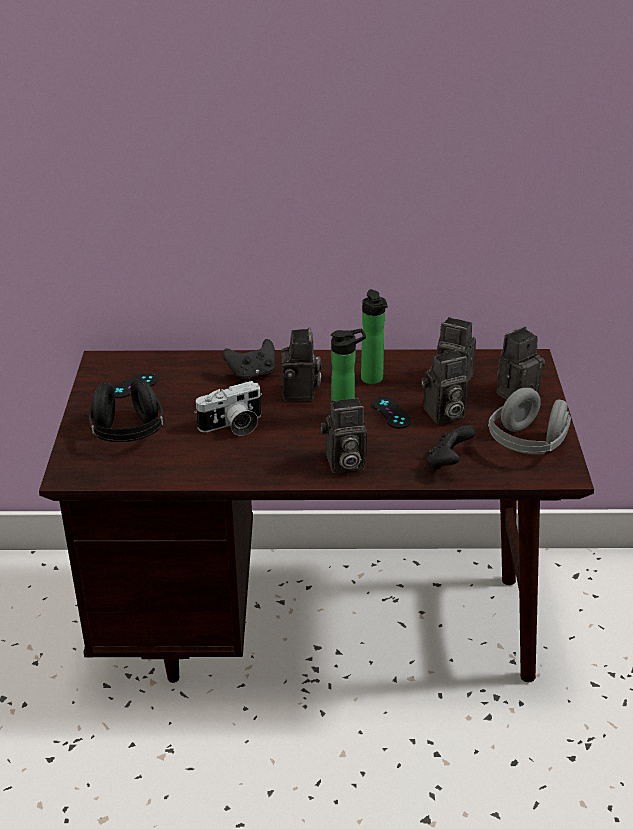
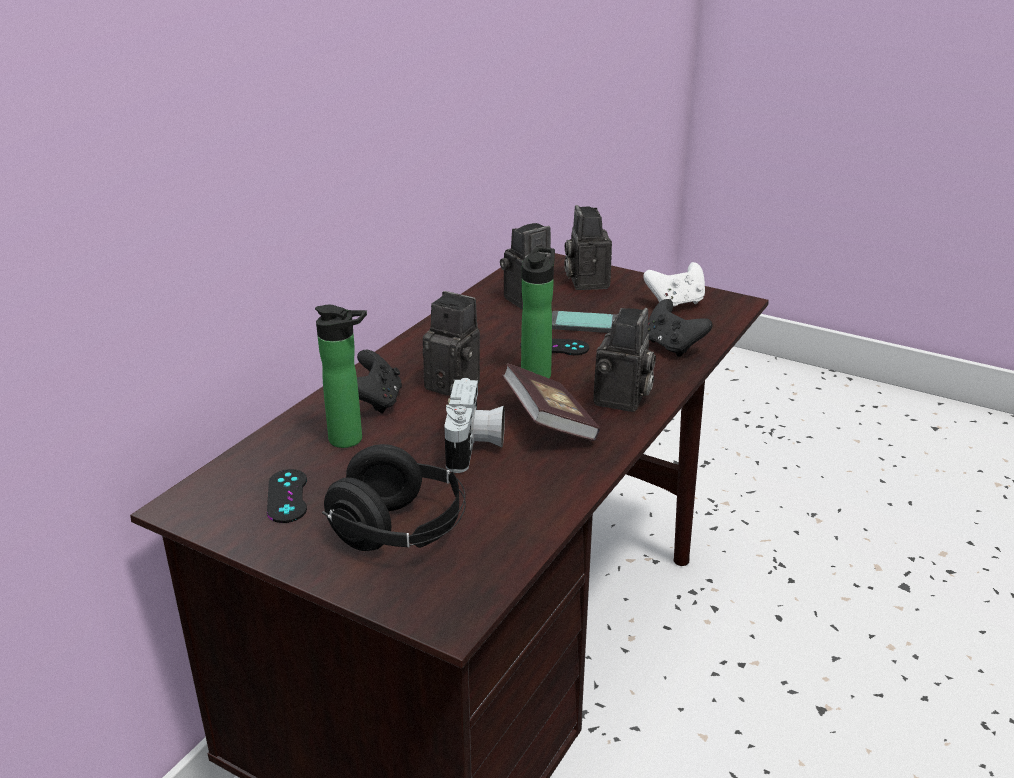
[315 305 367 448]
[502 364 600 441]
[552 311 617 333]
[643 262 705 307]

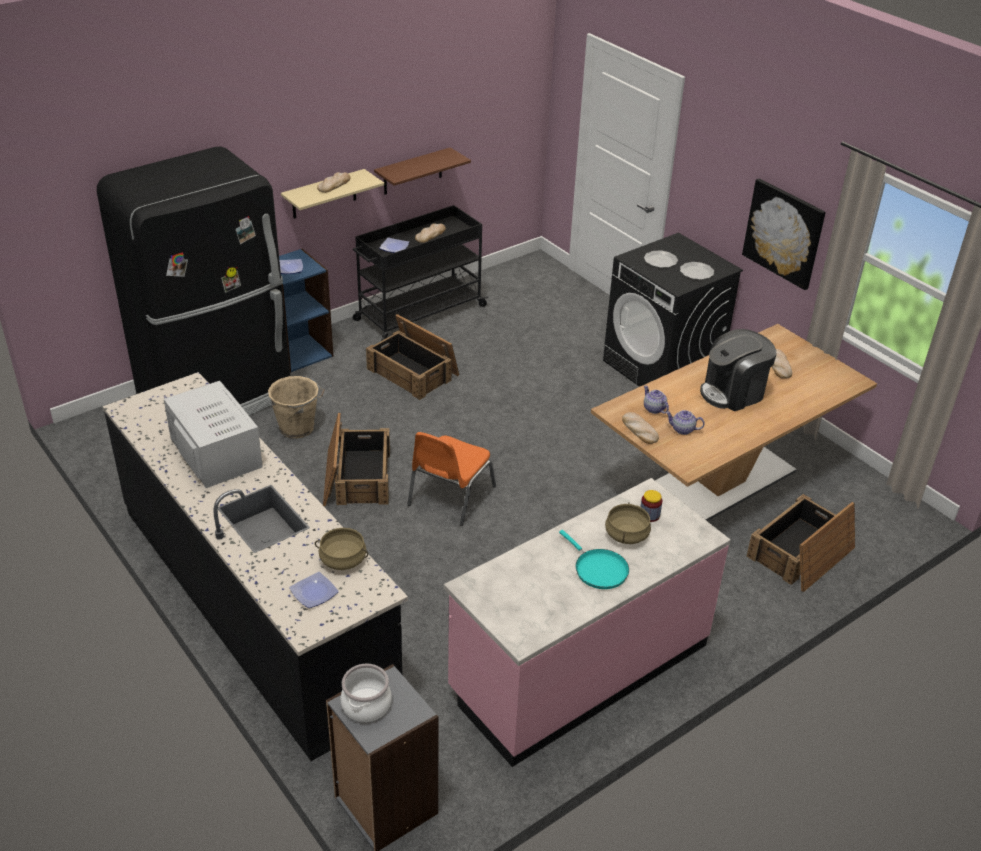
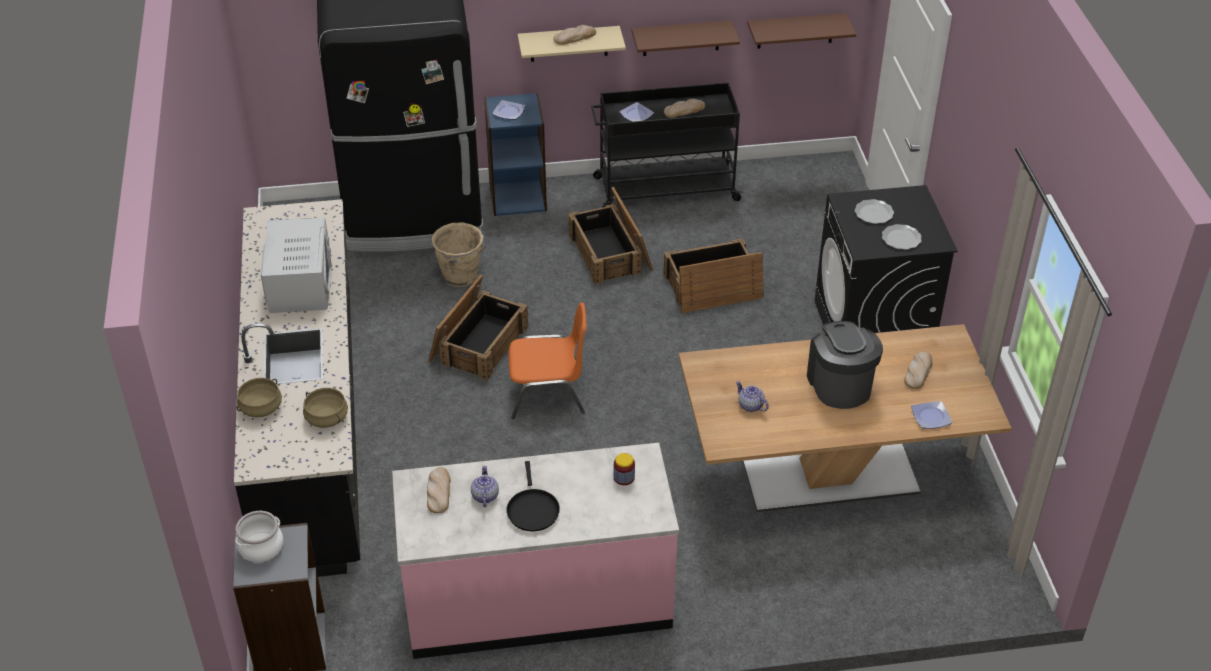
[237 378 282 417]
[427 467 451 513]
[471 466 499 507]
[506 461 560 531]
[509 302 586 419]
[664 238 764 313]
[747 13 856 49]
[807 321 883 409]
[911 401 952 429]
[742 179 826 290] (first image)

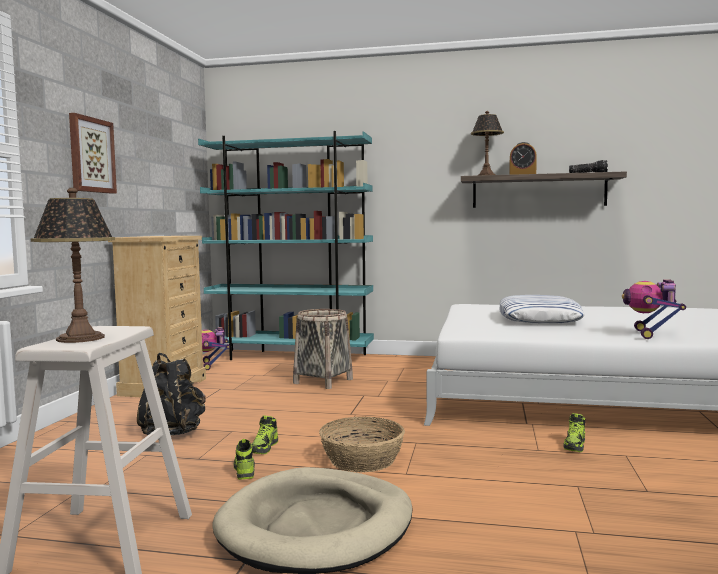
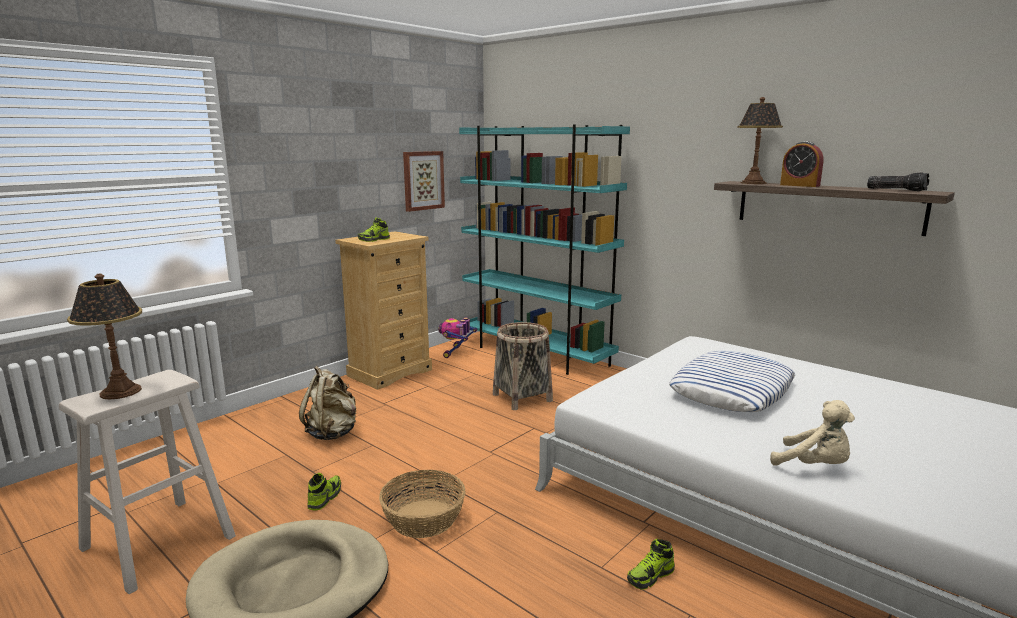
[299 366 356 440]
[358 218 390 242]
[403 151 445 212]
[770 400 855 466]

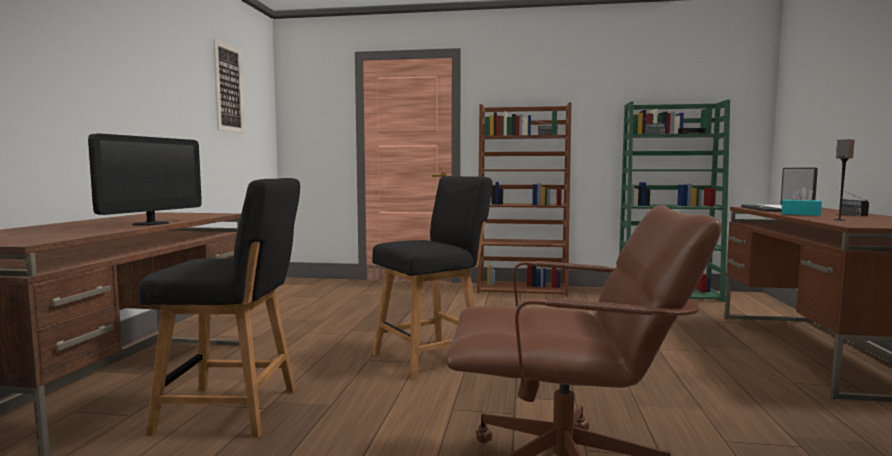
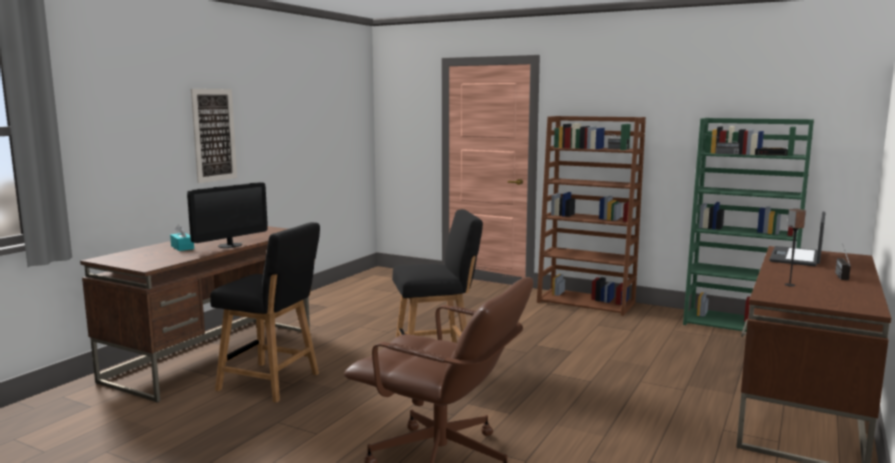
[170 224 194 251]
[191 89 237 183]

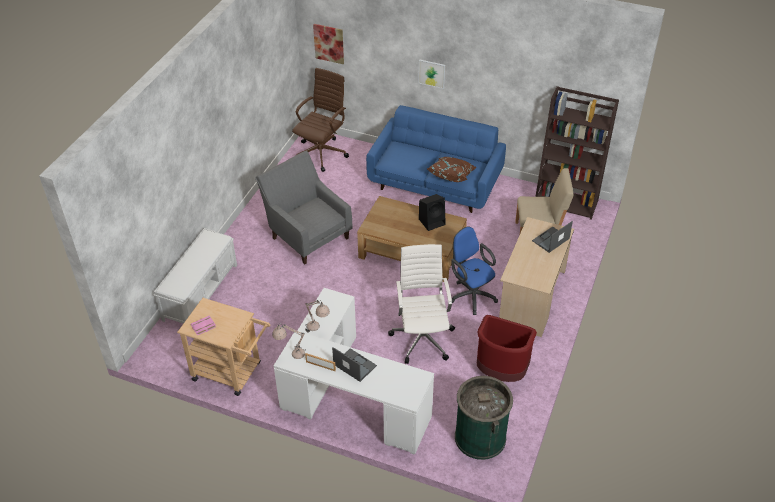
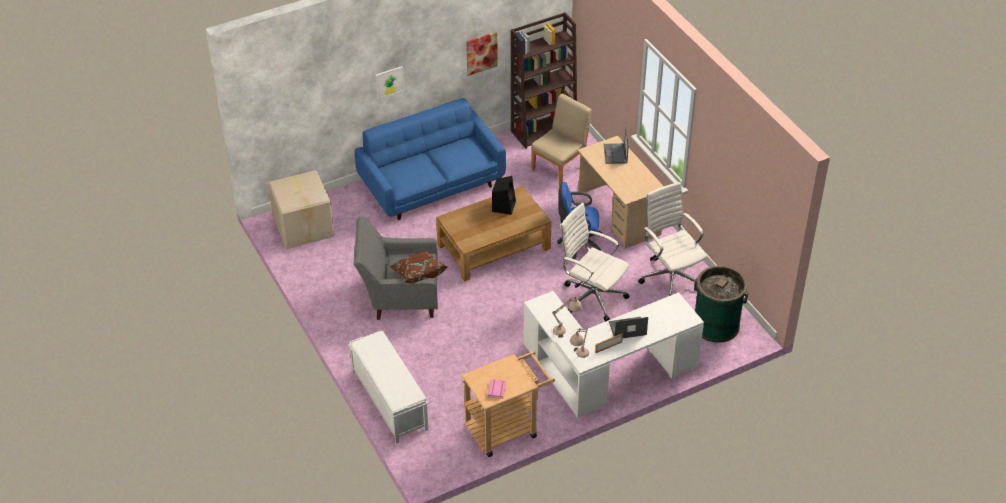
[268 170 334 249]
[390 252 449 284]
[466 32 498 76]
[638 182 707 296]

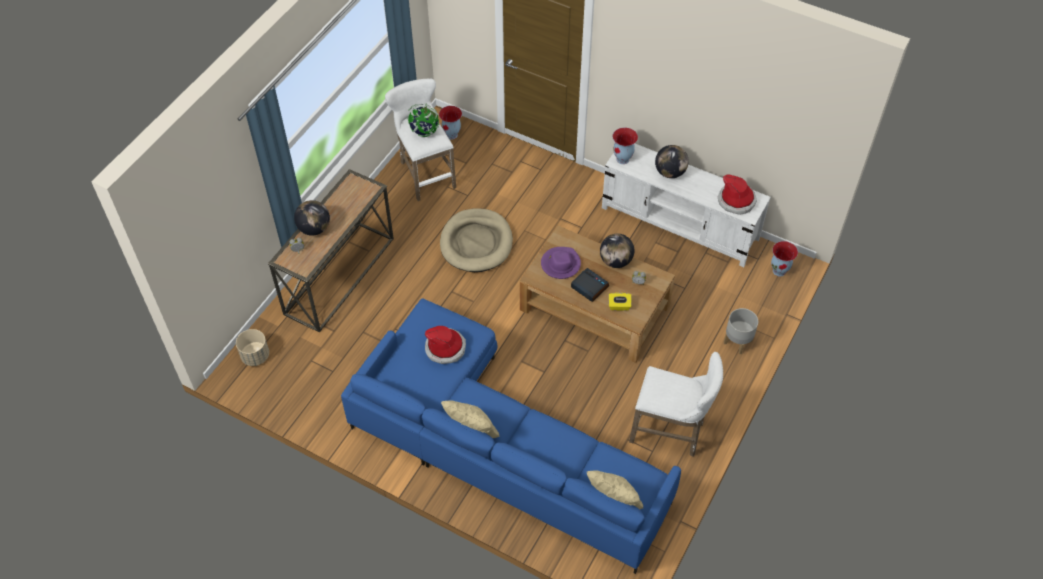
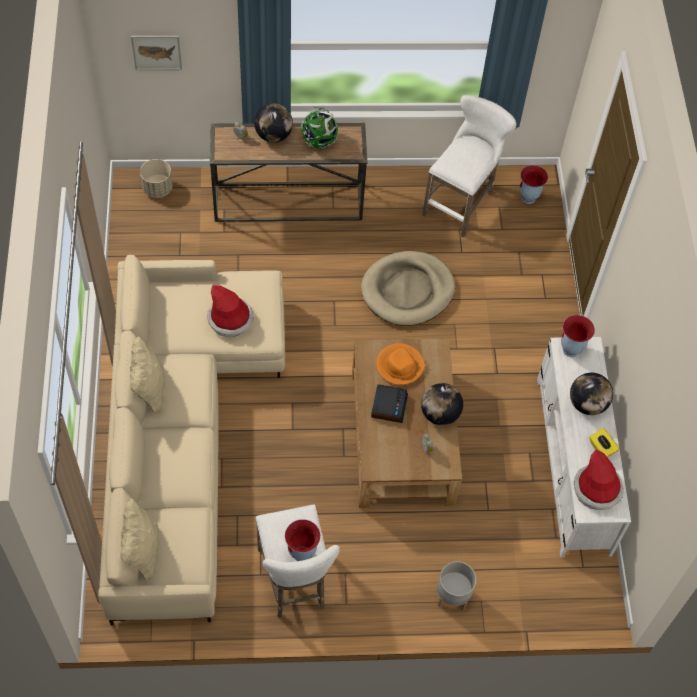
[98 255 285 625]
[131 36 182 70]
[285 519 320 561]
[300 107 338 149]
[376 343 426 385]
[589 428 619 457]

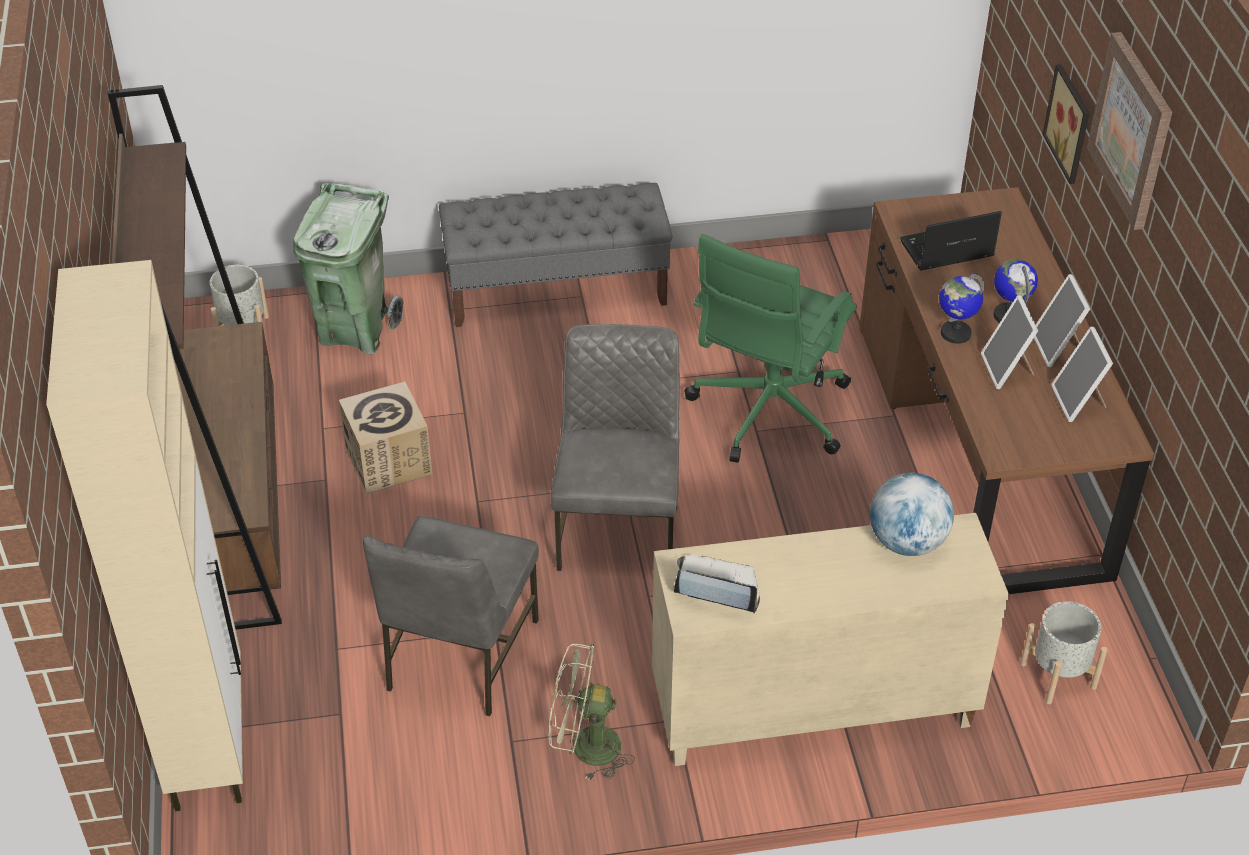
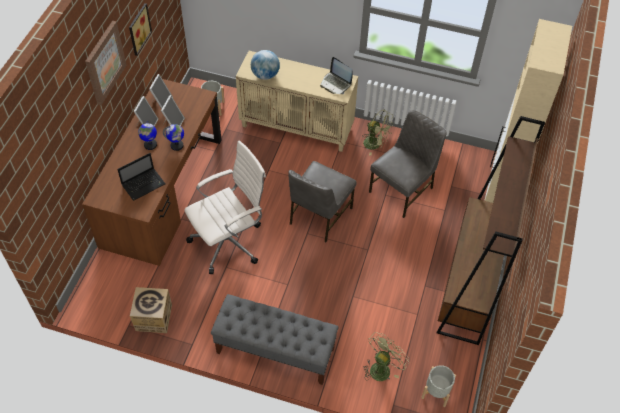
[117 153 165 201]
[129 3 152 56]
[130 287 172 333]
[185 141 266 274]
[363 332 409 381]

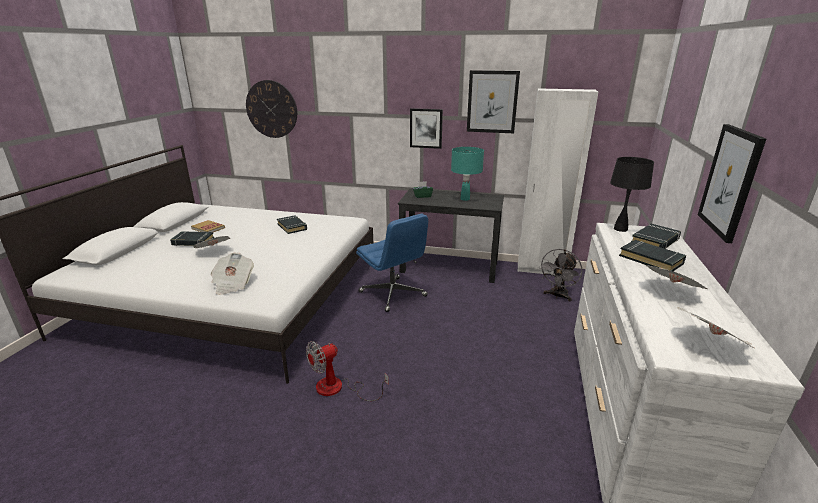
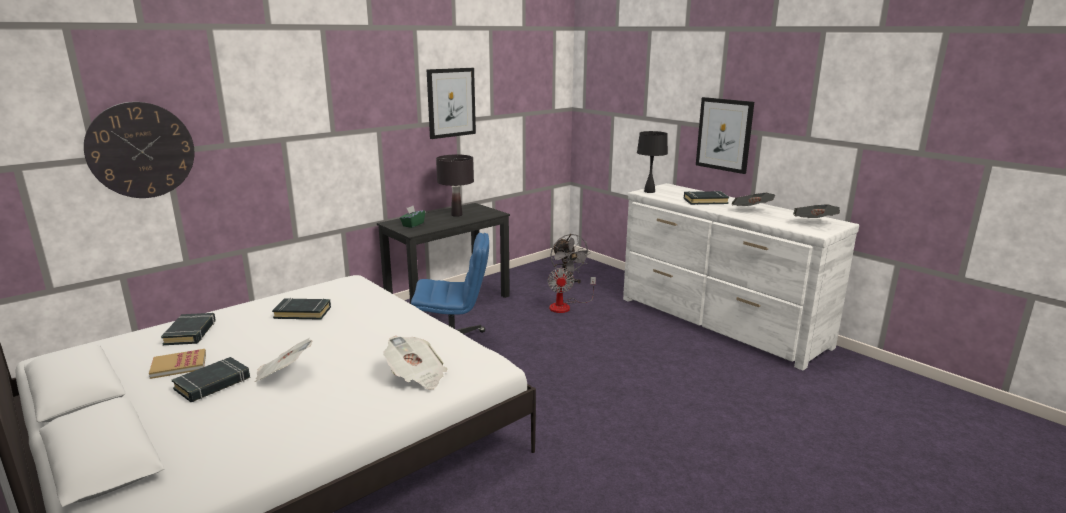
[161 313 216 345]
[436 155 474 217]
[547 268 596 313]
[410 108 443 149] (first image)
[518 88 598 275] (first image)

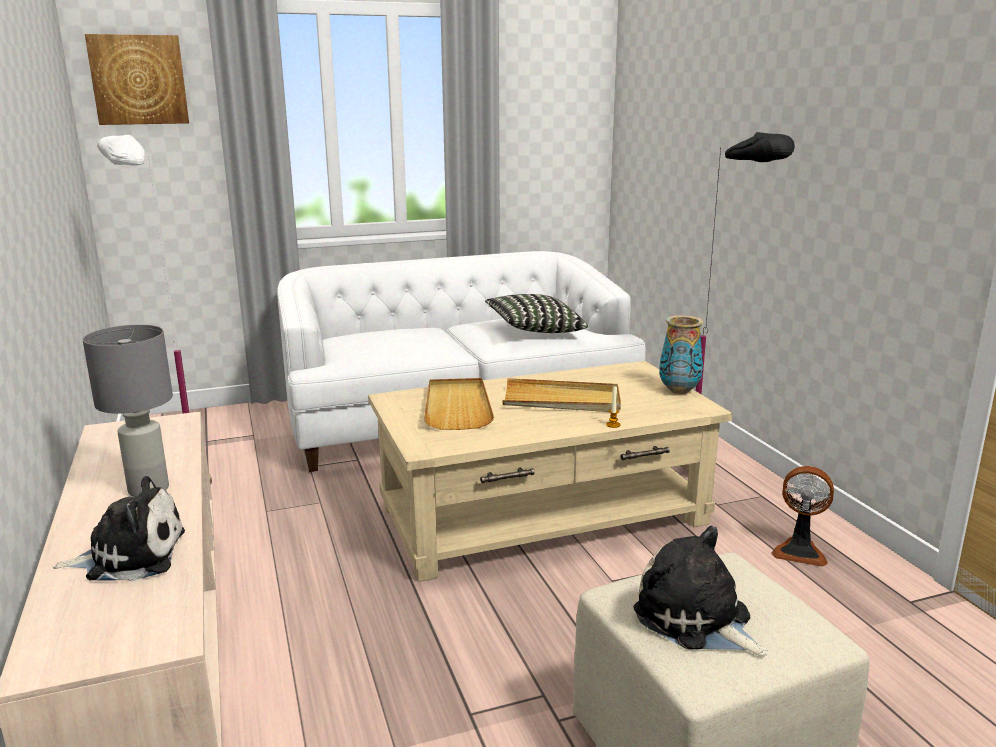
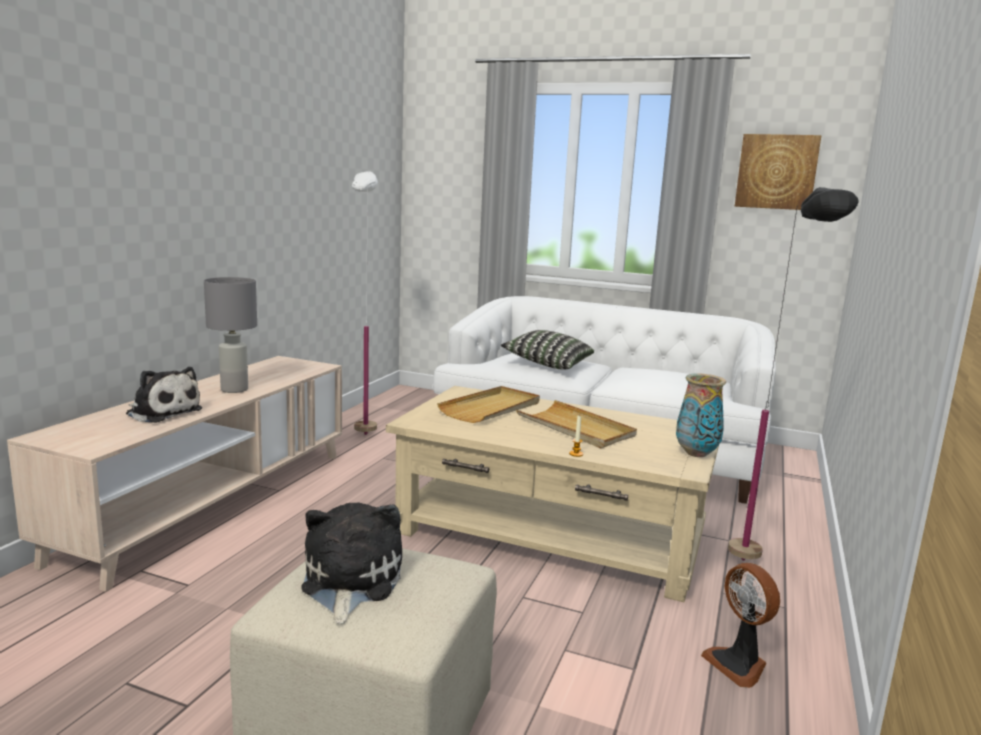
[501 330 594 370]
[735 134 821 210]

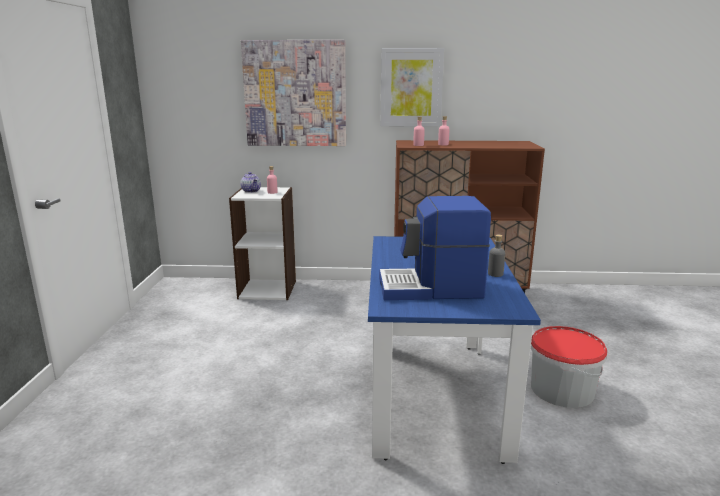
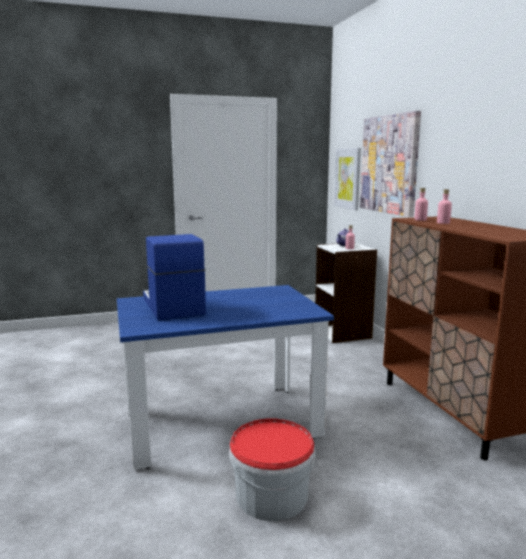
[334 148 361 210]
[488 234 505 277] (first image)

